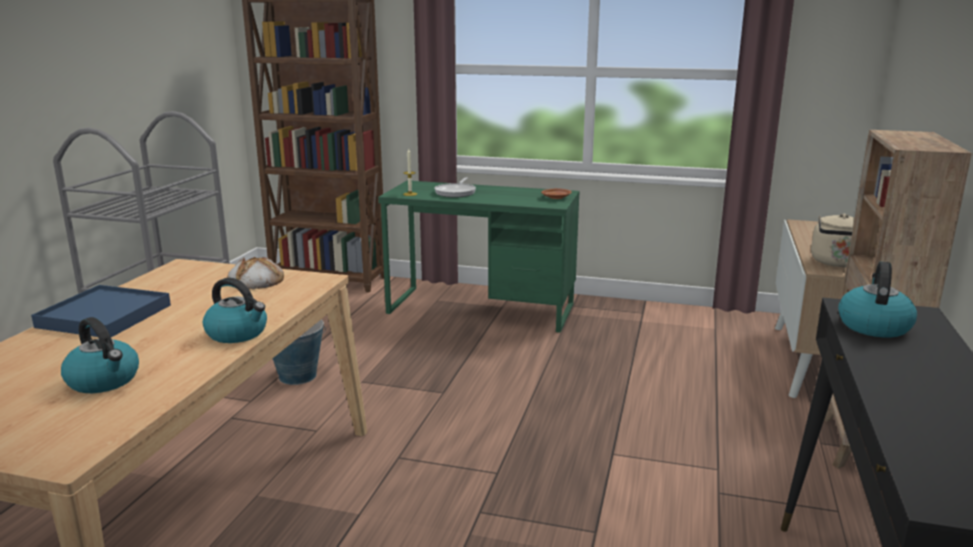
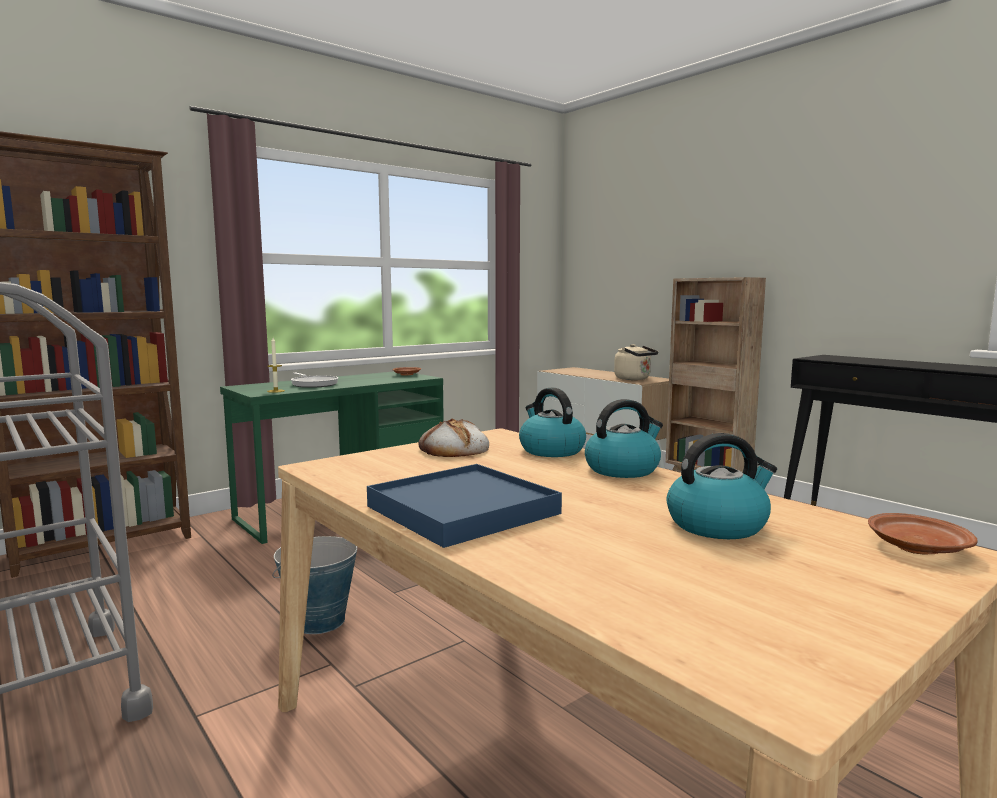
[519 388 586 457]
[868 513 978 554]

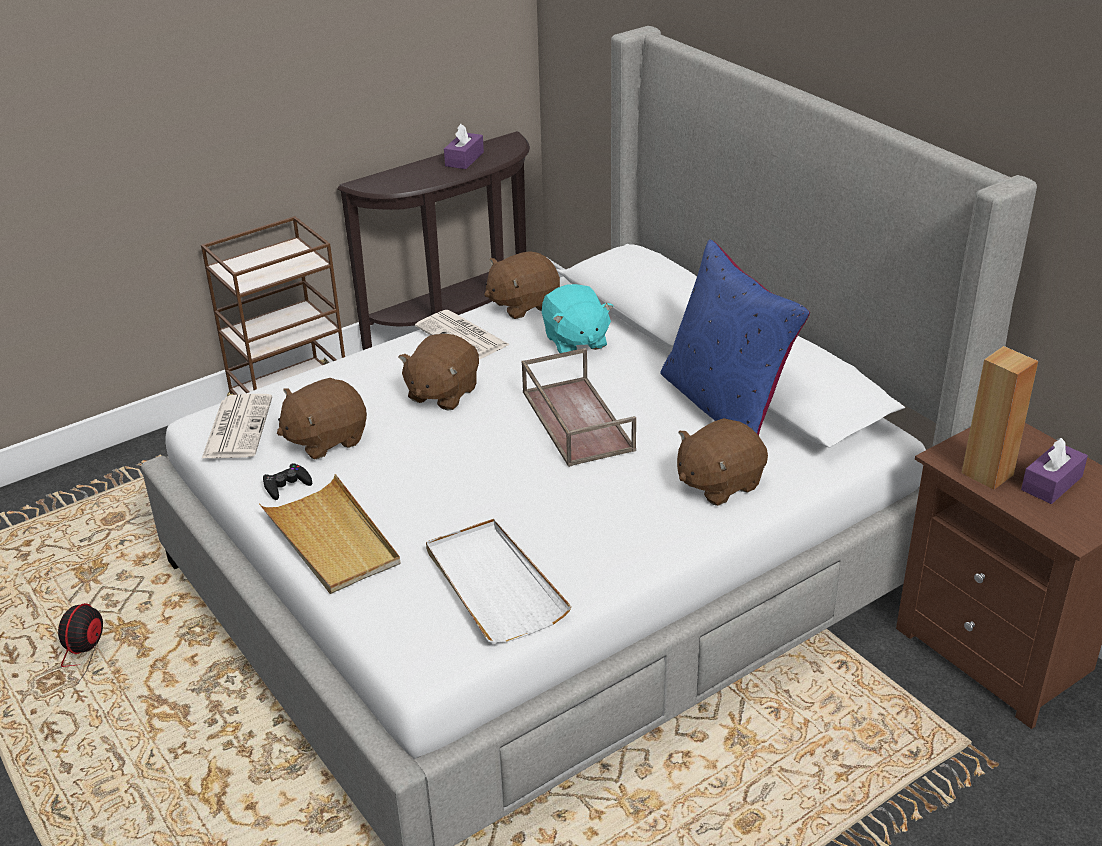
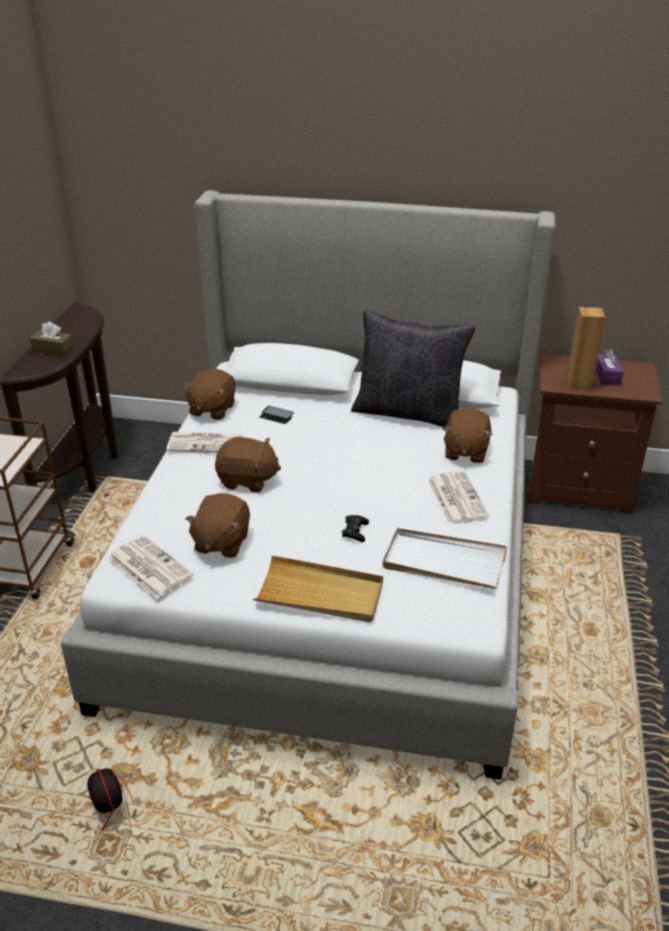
[30 322 74 357]
[215 437 281 493]
[260 406 294 424]
[342 515 369 542]
[351 310 476 427]
[428 471 489 524]
[444 124 484 169] (first image)
[522 348 636 467] (first image)

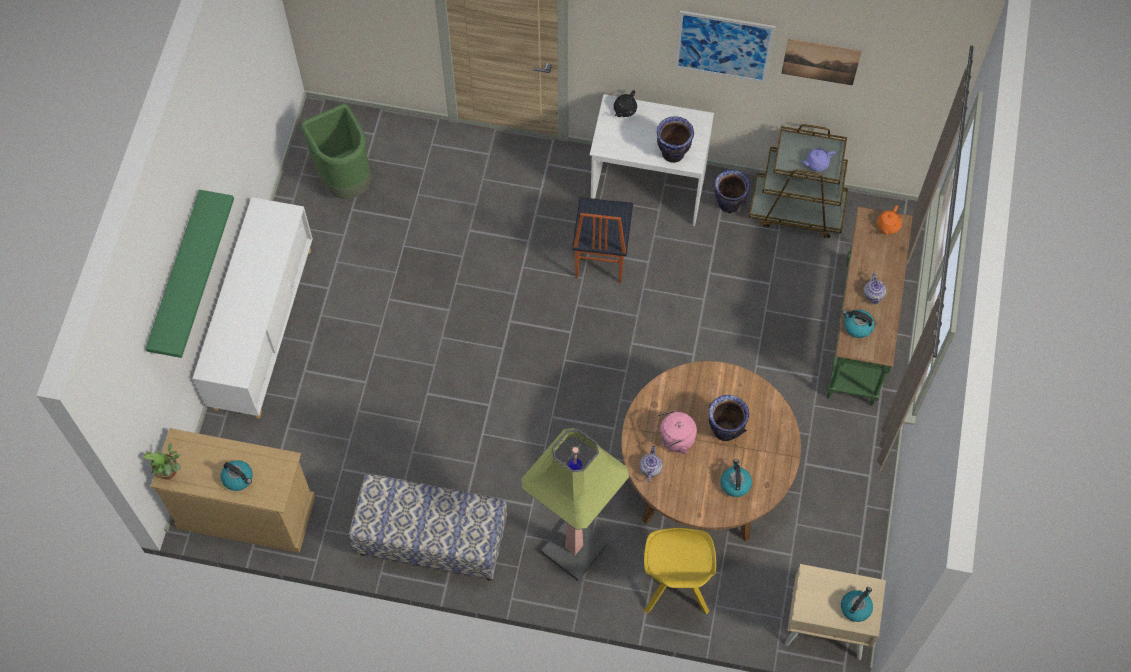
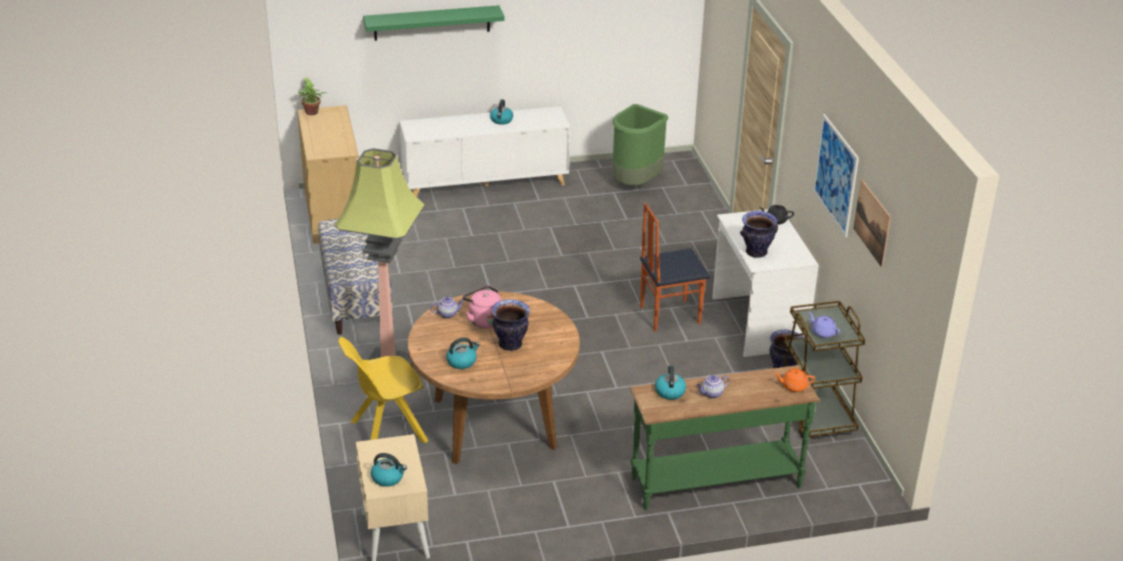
[490 99 513 125]

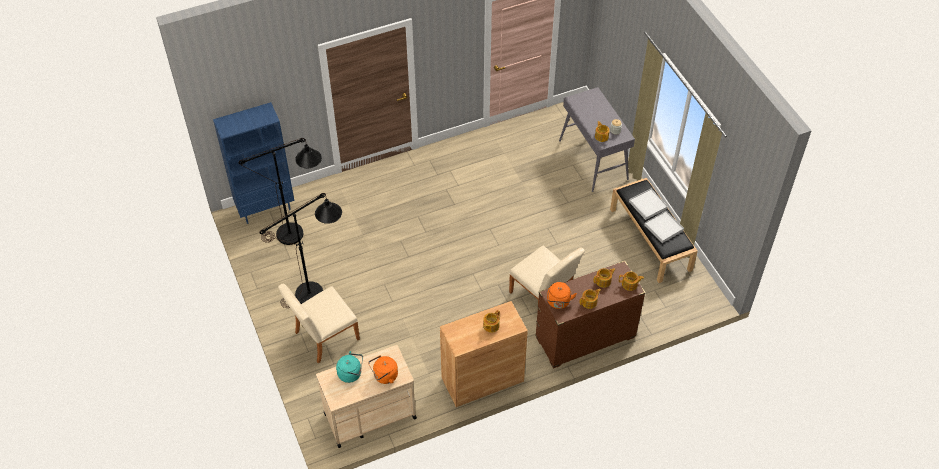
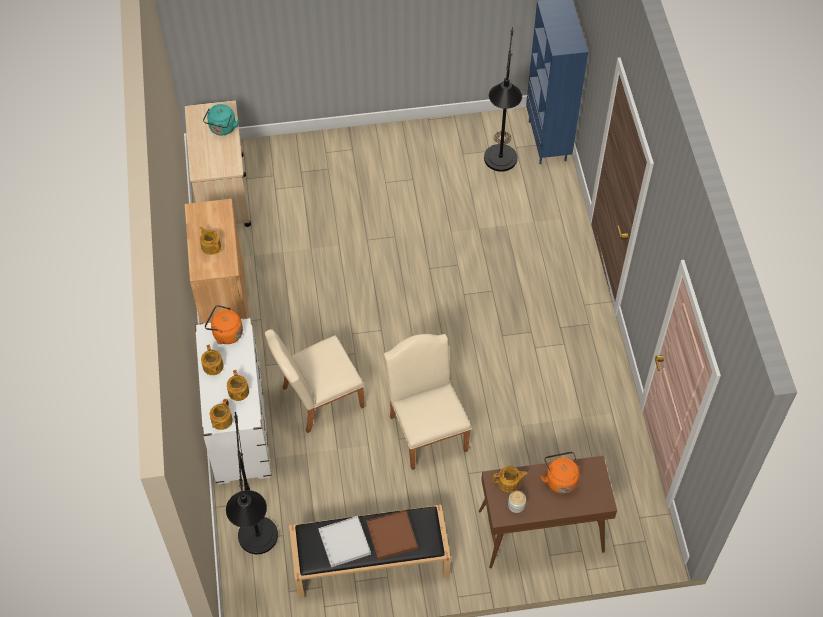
[195 317 272 484]
[226 412 278 554]
[367 510 418 560]
[384 334 471 470]
[479 456 617 568]
[541 452 580 494]

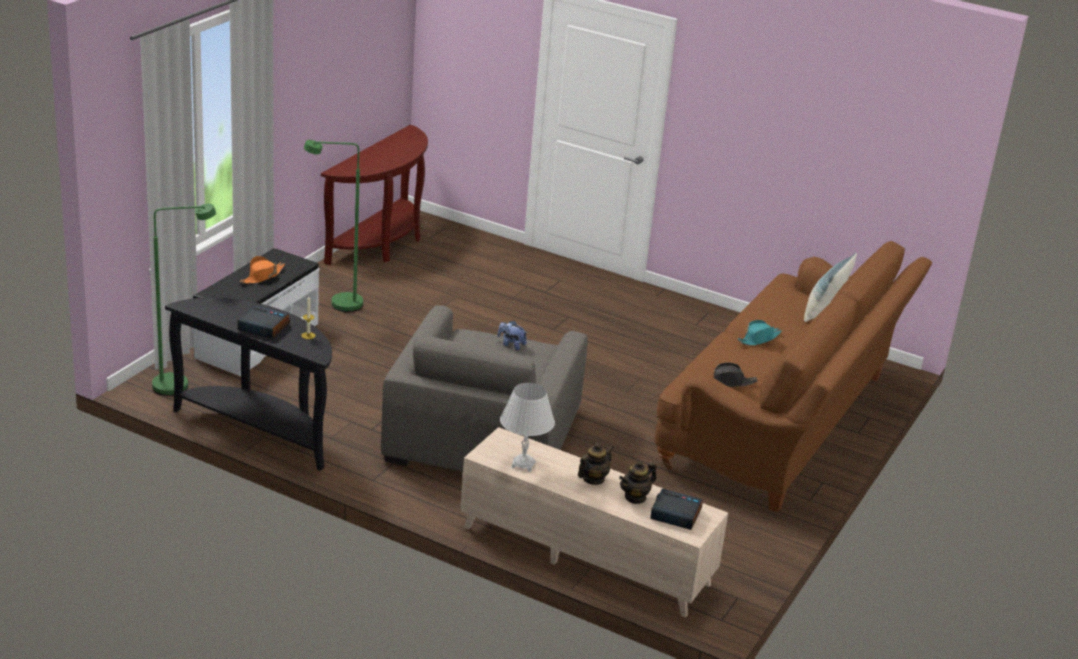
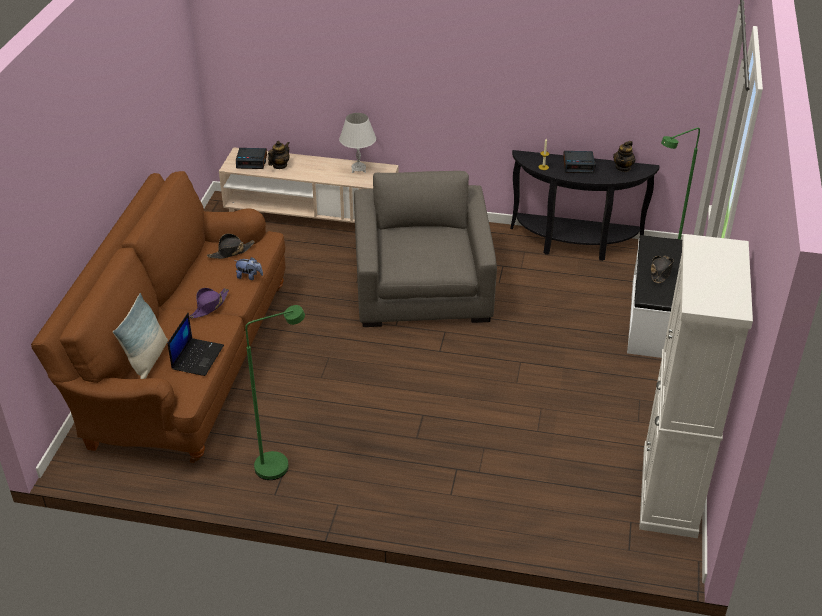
[168 313 224 376]
[189 288 229 318]
[235 257 263 280]
[245 305 305 480]
[613 141 635 172]
[639 234 753 538]
[651 255 674 283]

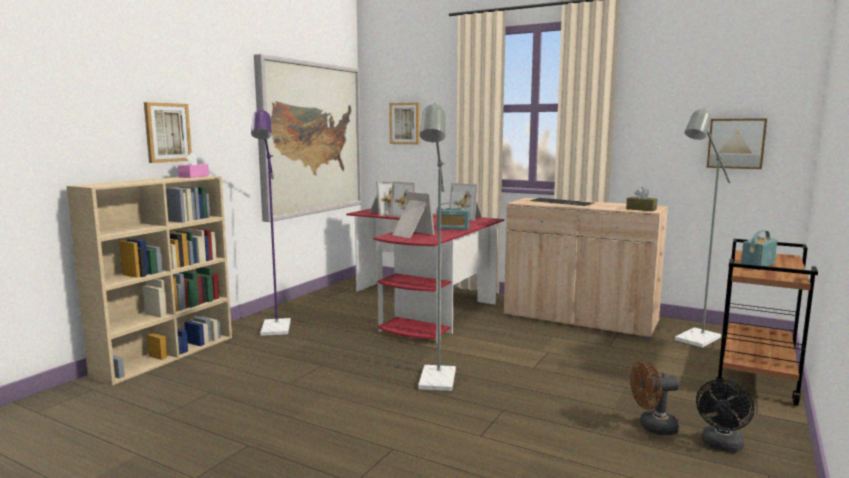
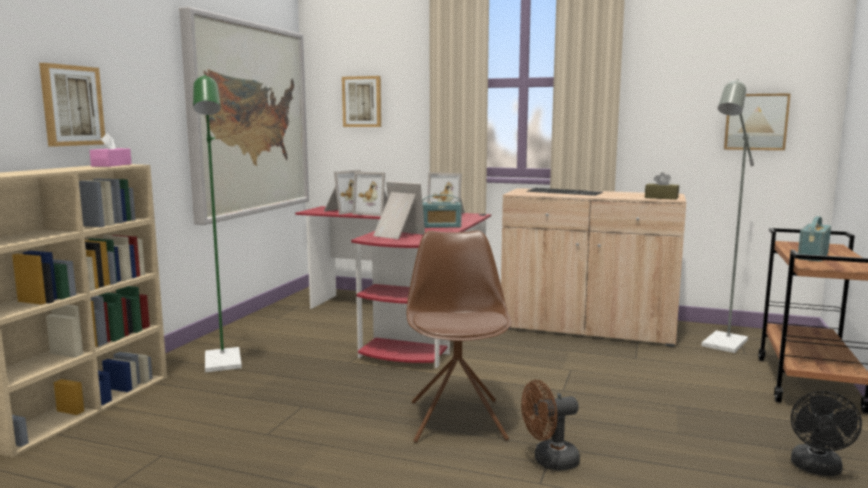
[193 74 242 372]
[407 230 512 443]
[521 380 580 471]

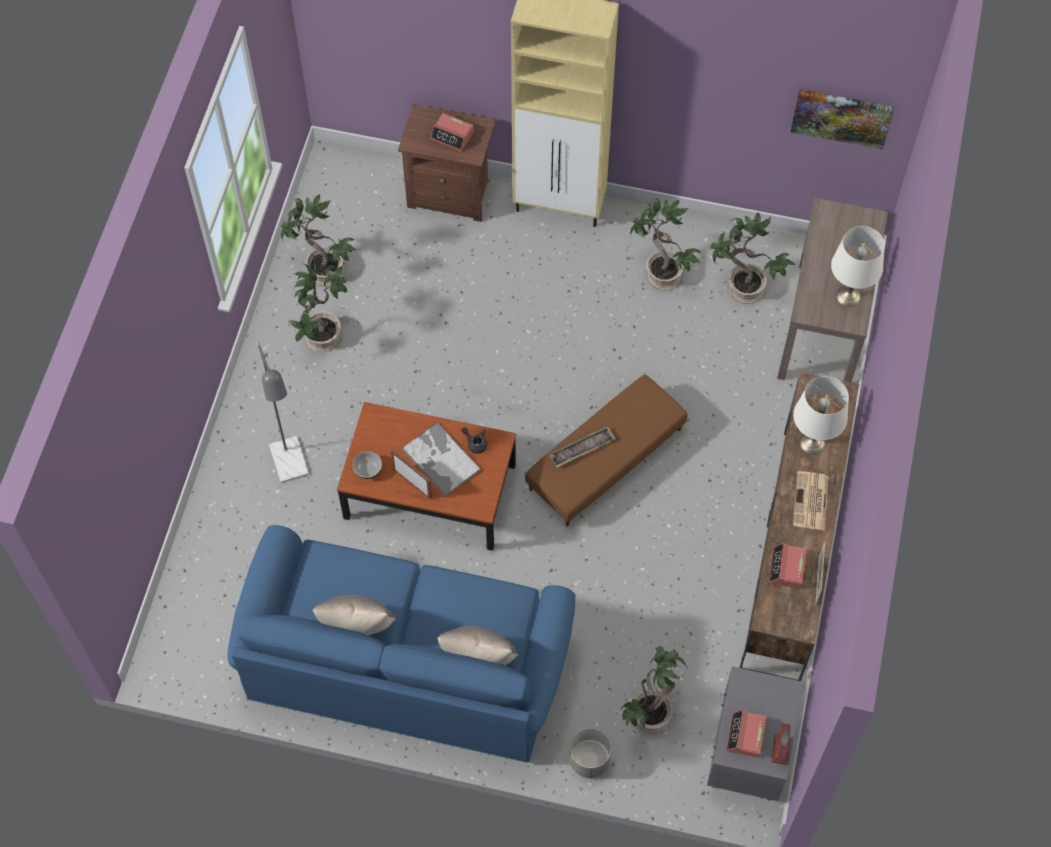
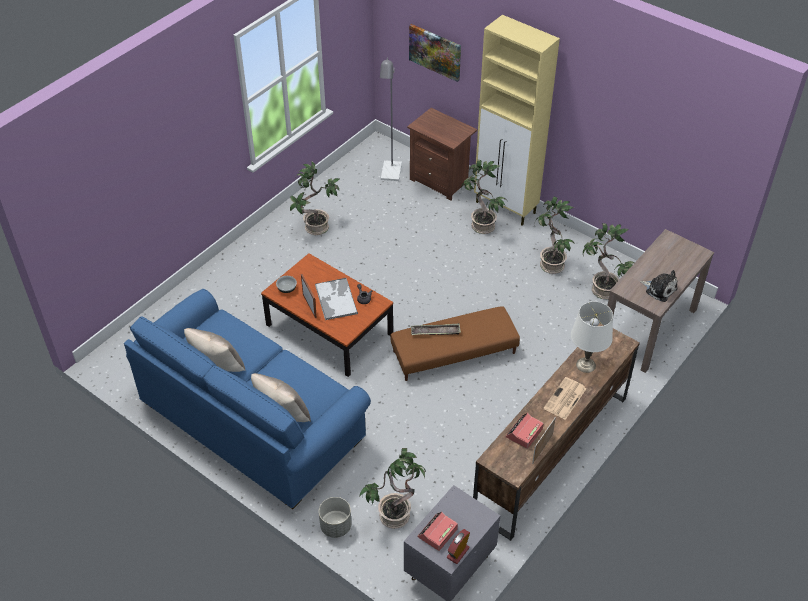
[380 58 402 181]
[409 24 461 82]
[461 159 506 234]
[640 270 677 302]
[430 113 474 151] (first image)

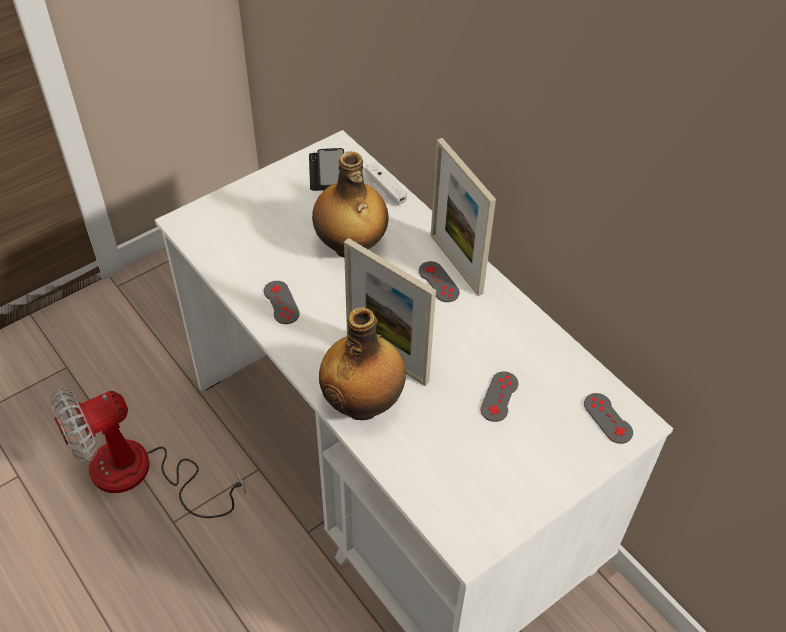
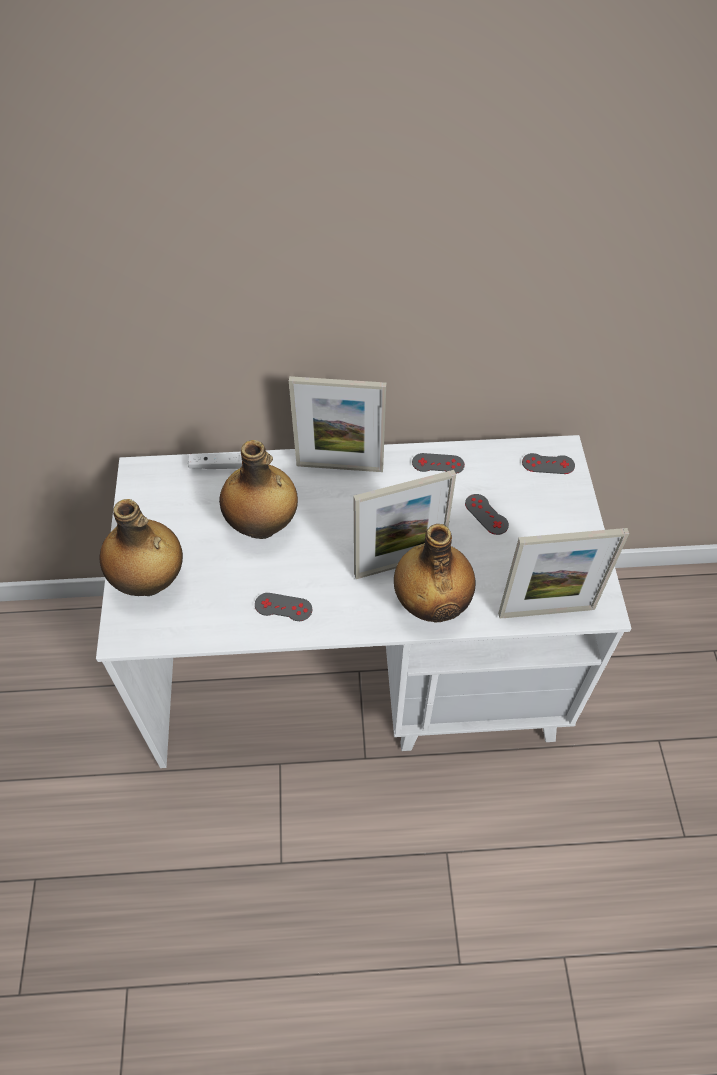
[100 499 183 596]
[412 453 465 474]
[498 528 629 619]
[50 389 246 518] (first image)
[309 148 344 191] (first image)

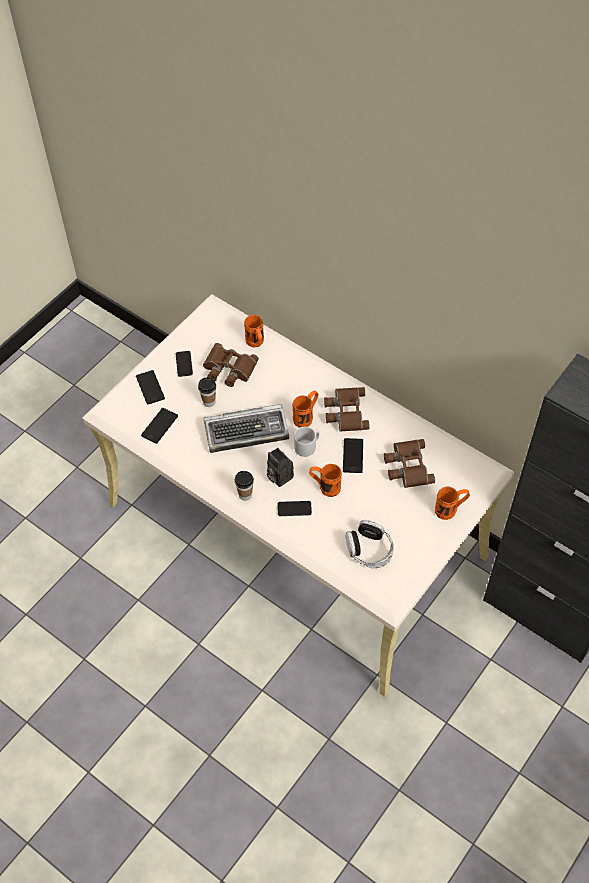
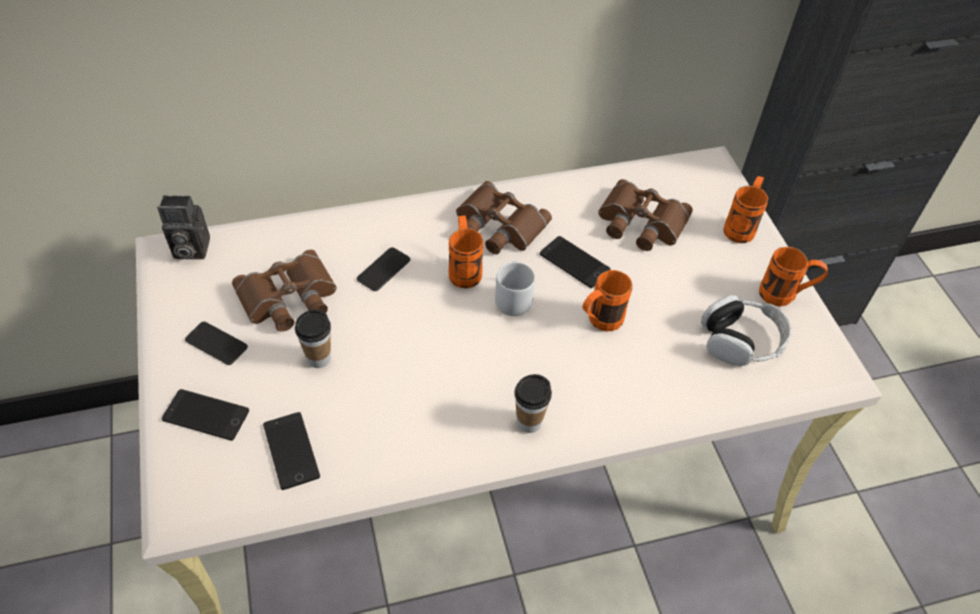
[157 195 210 259]
[357 247 411 291]
[759 247 828 307]
[204 404 289 453] (first image)

